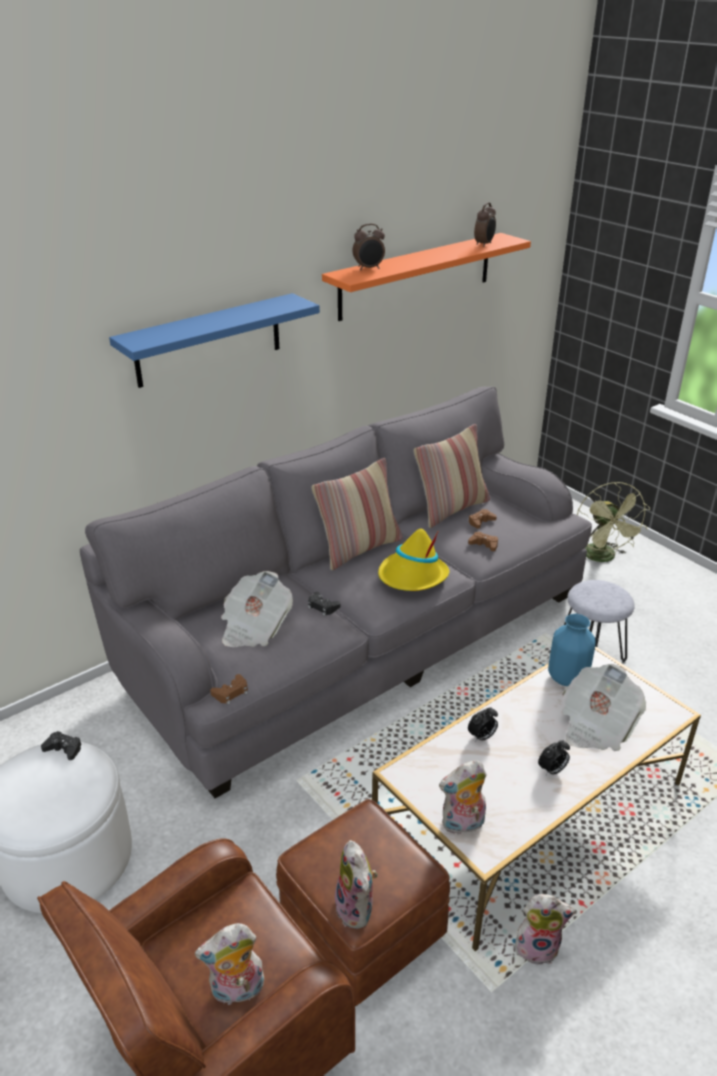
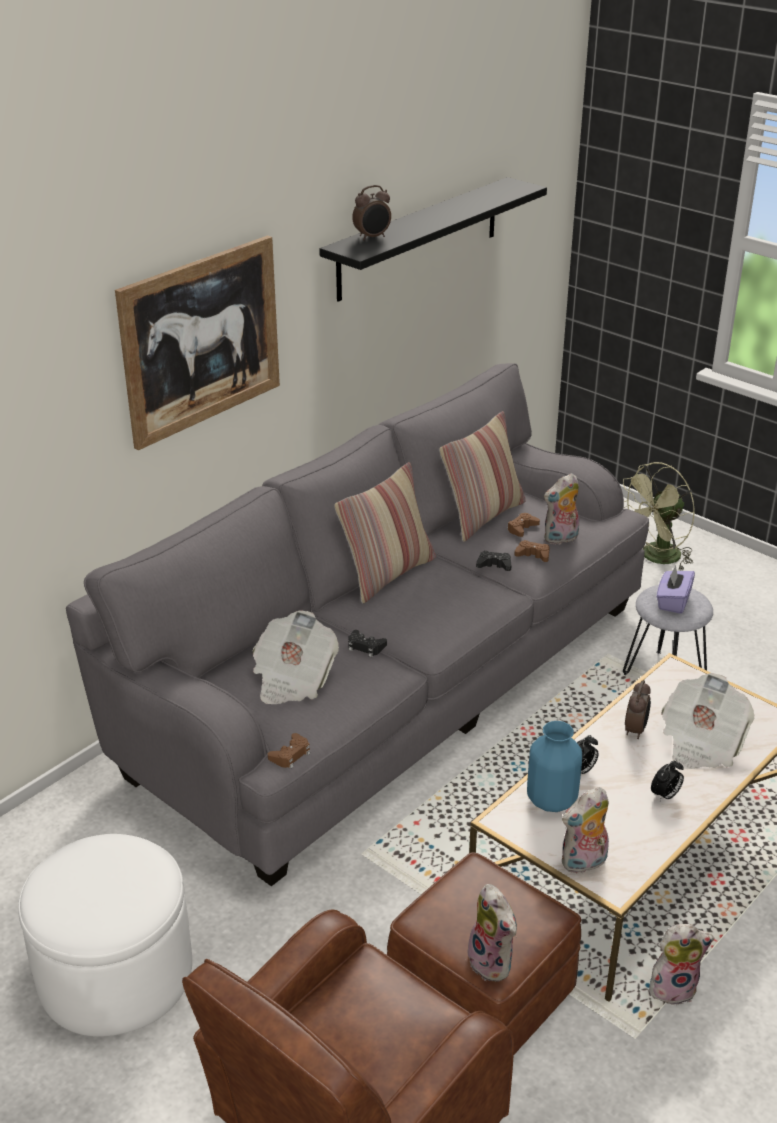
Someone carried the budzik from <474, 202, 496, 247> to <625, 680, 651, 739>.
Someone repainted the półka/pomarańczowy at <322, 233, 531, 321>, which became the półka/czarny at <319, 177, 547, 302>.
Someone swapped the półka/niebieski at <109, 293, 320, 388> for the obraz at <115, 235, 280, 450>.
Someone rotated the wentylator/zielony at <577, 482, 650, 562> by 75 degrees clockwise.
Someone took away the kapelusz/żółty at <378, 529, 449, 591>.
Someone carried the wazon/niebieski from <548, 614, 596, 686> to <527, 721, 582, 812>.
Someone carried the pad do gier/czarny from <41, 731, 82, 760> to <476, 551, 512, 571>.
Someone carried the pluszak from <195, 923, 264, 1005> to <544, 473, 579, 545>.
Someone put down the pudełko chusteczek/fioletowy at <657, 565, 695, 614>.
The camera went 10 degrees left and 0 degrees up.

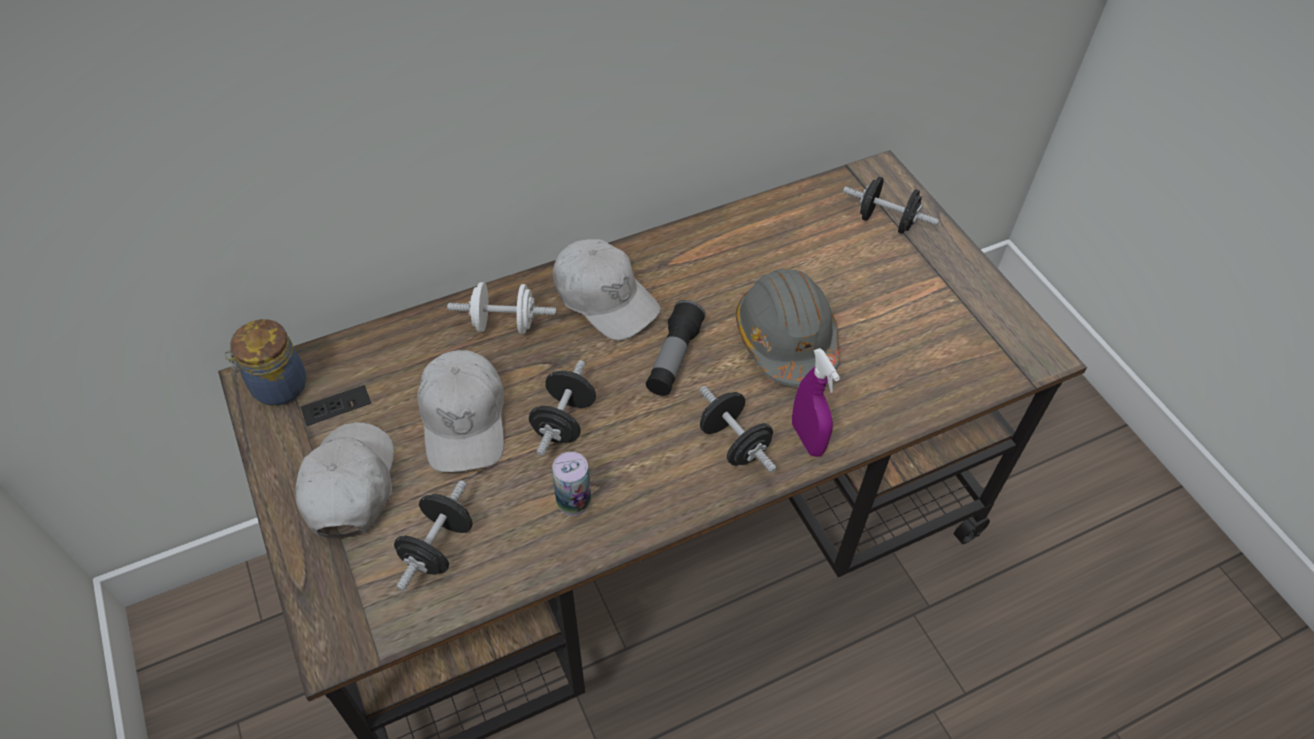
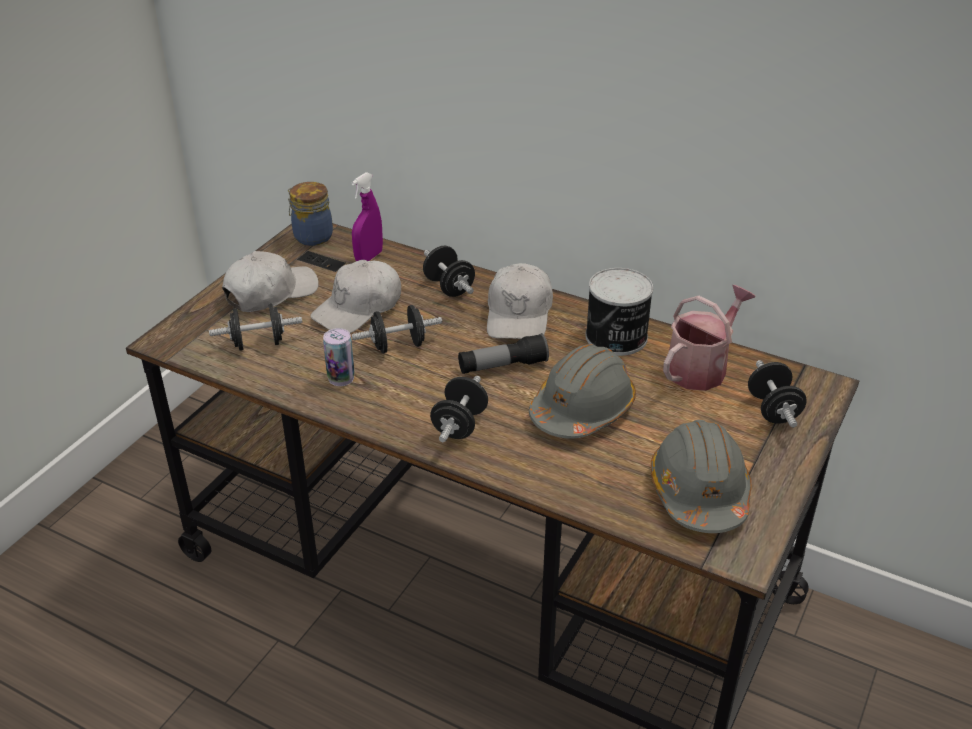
Someone repainted the hantel/biały at <447, 282, 557, 334>, which became the hantel/czarny at <423, 246, 475, 297>.
Someone carried the spryskiwacz/fioletowy from <792, 348, 840, 457> to <351, 172, 383, 261>.
Someone put down the puszka at <585, 268, 653, 356>.
Someone put down the konewka at <663, 285, 756, 391>.
Someone put down the kask/szary at <651, 420, 752, 533>.
The camera went 55 degrees right and 15 degrees down.

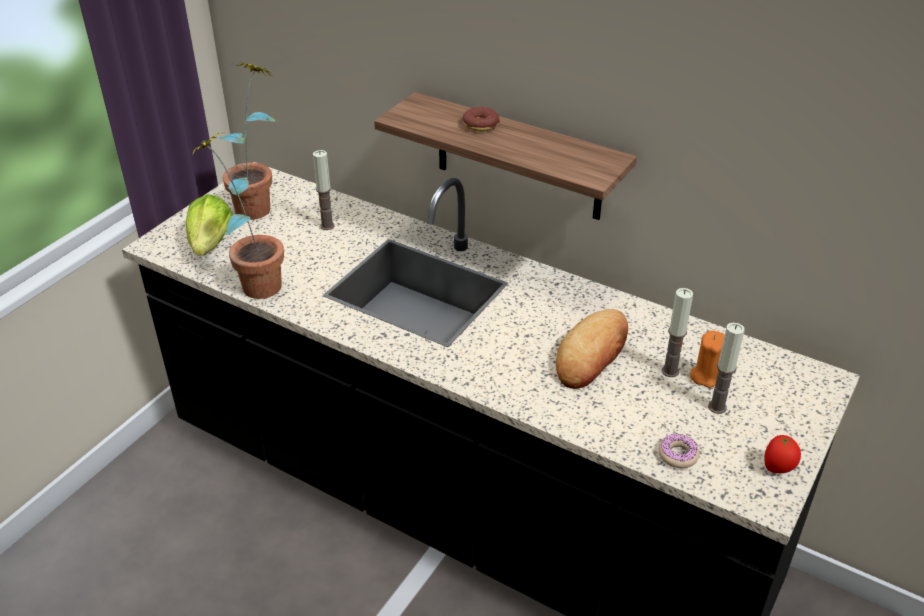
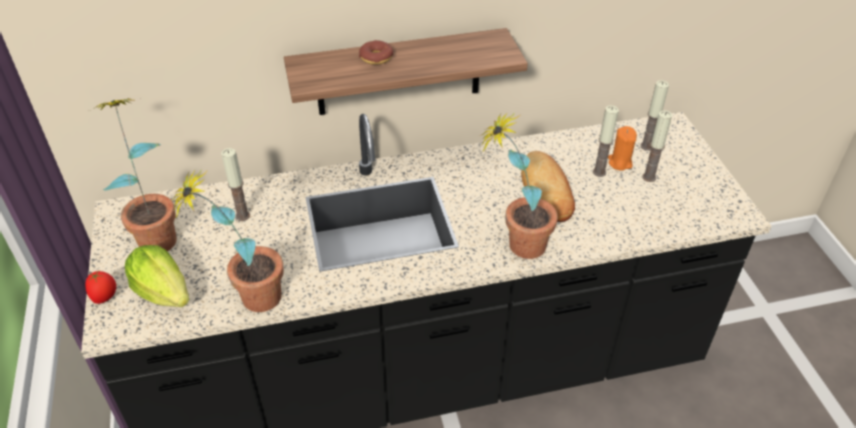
Someone took away the donut at <658, 433, 700, 468>.
Someone carried the pomidor from <764, 435, 801, 473> to <85, 271, 116, 304>.
Someone put down the świeca at <640, 80, 669, 151>.
Someone put down the roślina doniczkowa at <480, 114, 558, 259>.
The camera went 45 degrees left and 5 degrees up.

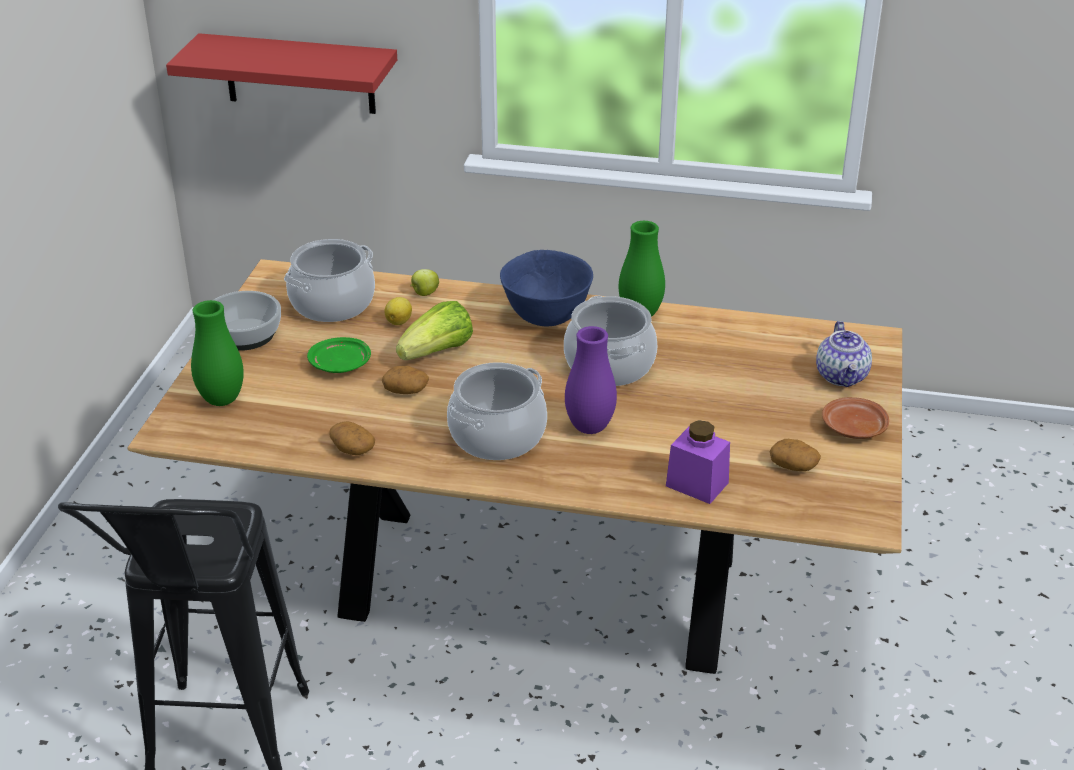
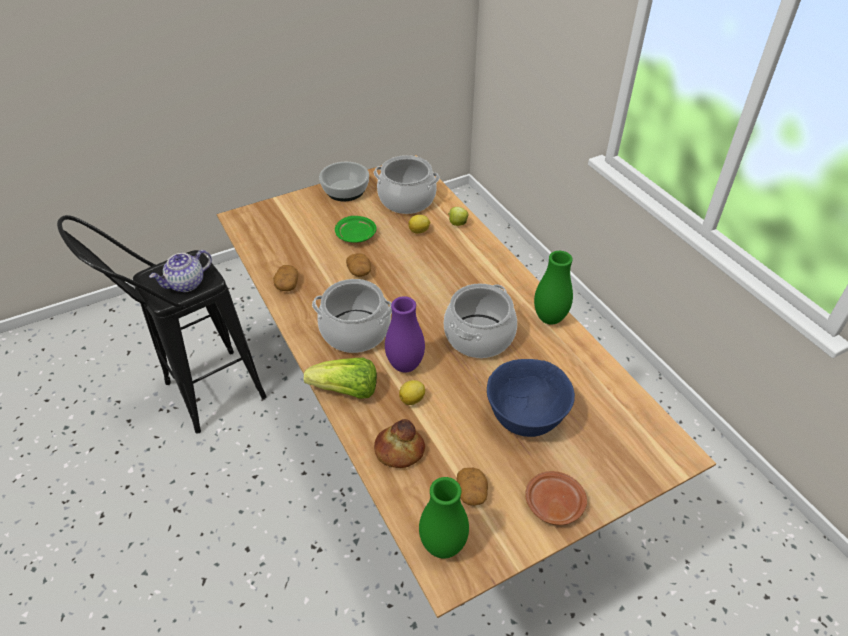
Someone took away the półka/czerwony at <166, 33, 397, 114>.
Someone carried the miska/niebieski from <500, 250, 593, 326> to <487, 359, 575, 437>.
Someone carried the wazon/zielony from <191, 300, 244, 406> to <419, 477, 469, 558>.
Someone carried the sałata from <396, 301, 473, 360> to <304, 358, 377, 399>.
Someone carried the imbryk from <816, 321, 872, 387> to <149, 250, 212, 292>.
Someone swapped the słoik/fioletowy at <666, 420, 730, 504> for the chleb at <374, 419, 425, 468>.
Someone put down the cytryna at <399, 380, 425, 405>.
The camera went 50 degrees right and 10 degrees up.

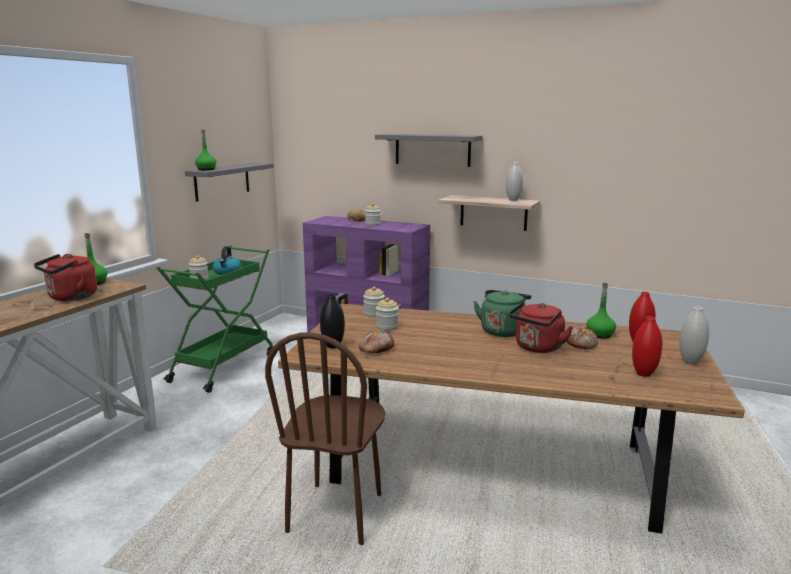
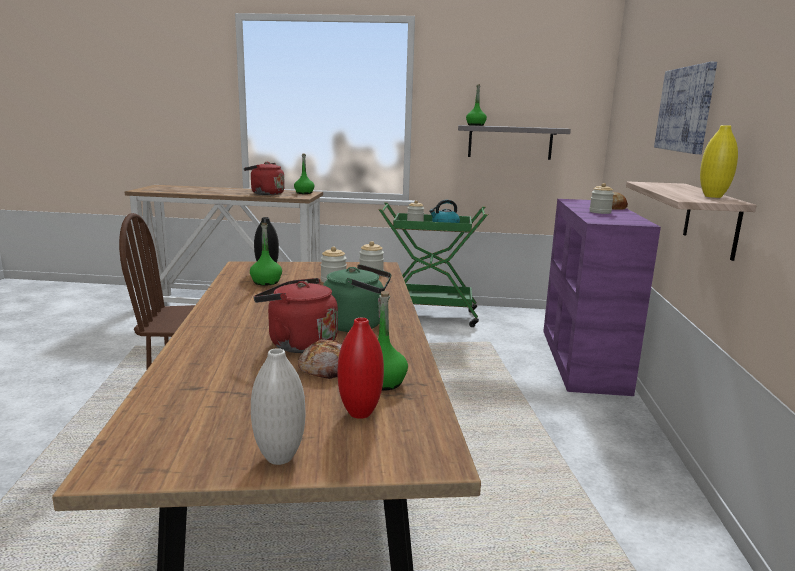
Someone swapped the półka/szary at <375, 134, 482, 167> for the obraz at <654, 62, 717, 154>.
Someone repainted the wazon/biały at <506, 162, 523, 201>, which became the wazon/żółty at <700, 125, 738, 198>.
Someone took away the wazon/czerwony at <632, 316, 663, 377>.
Someone swapped the chleb at <359, 330, 394, 353> for the butelka/zielony at <250, 223, 282, 285>.
The camera went 70 degrees right and 0 degrees up.

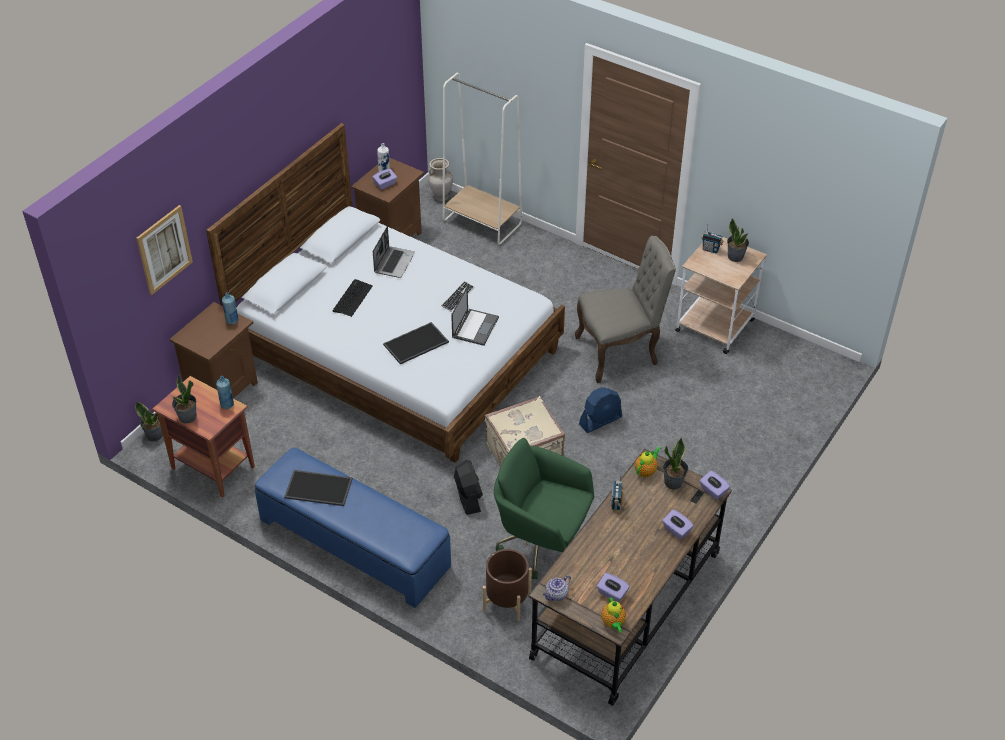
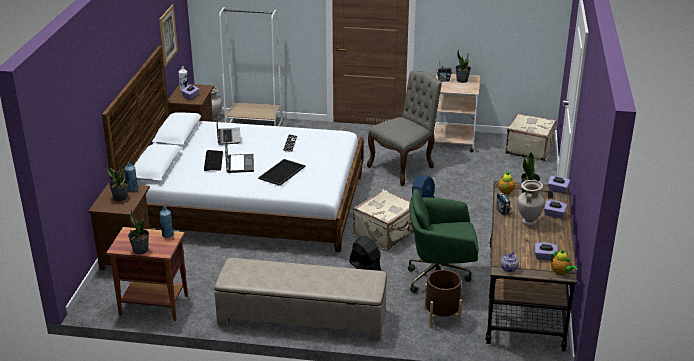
Someone carried the obraz from <136, 205, 193, 295> to <159, 5, 178, 66>.
Someone carried the laptop from <451, 286, 499, 346> to <225, 136, 254, 173>.
Someone carried the roślina doniczkowa from <135, 402, 163, 441> to <107, 163, 128, 201>.
Someone repainted the ławka/niebieski at <255, 448, 451, 608>, which became the ławka/beżowy at <214, 258, 387, 341>.
Someone took away the taca at <284, 470, 353, 506>.
Someone put down the walizka/beżowy at <505, 113, 557, 161>.
Someone put down the wazon/beżowy at <518, 180, 545, 226>.
The camera went 25 degrees left and 15 degrees down.

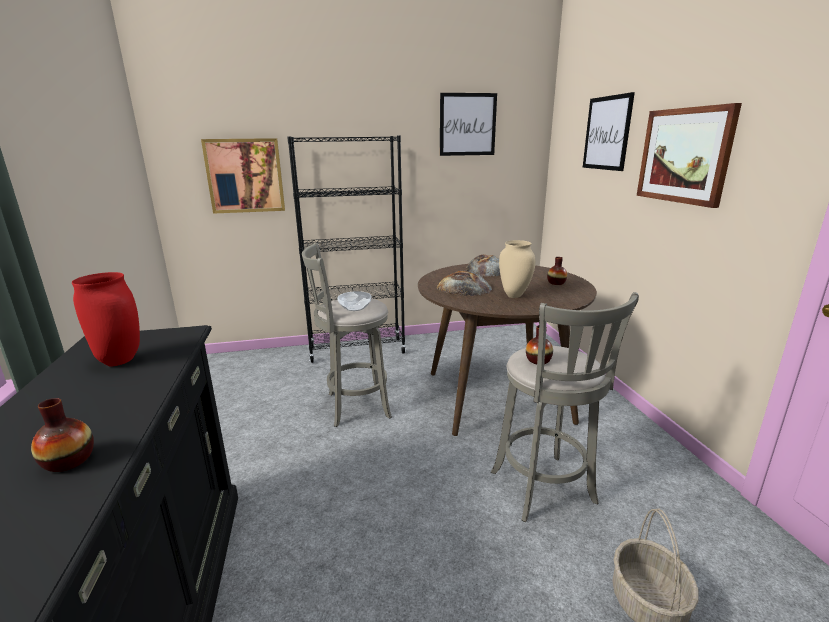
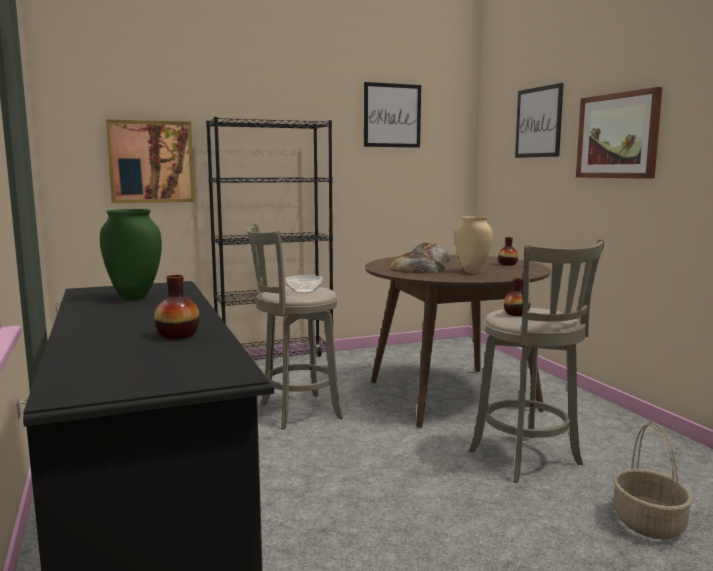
Someone repainted the wazon/czerwony at <72, 272, 140, 366>, which became the wazon/zielony at <100, 209, 162, 301>.
The camera went 10 degrees left and 10 degrees down.

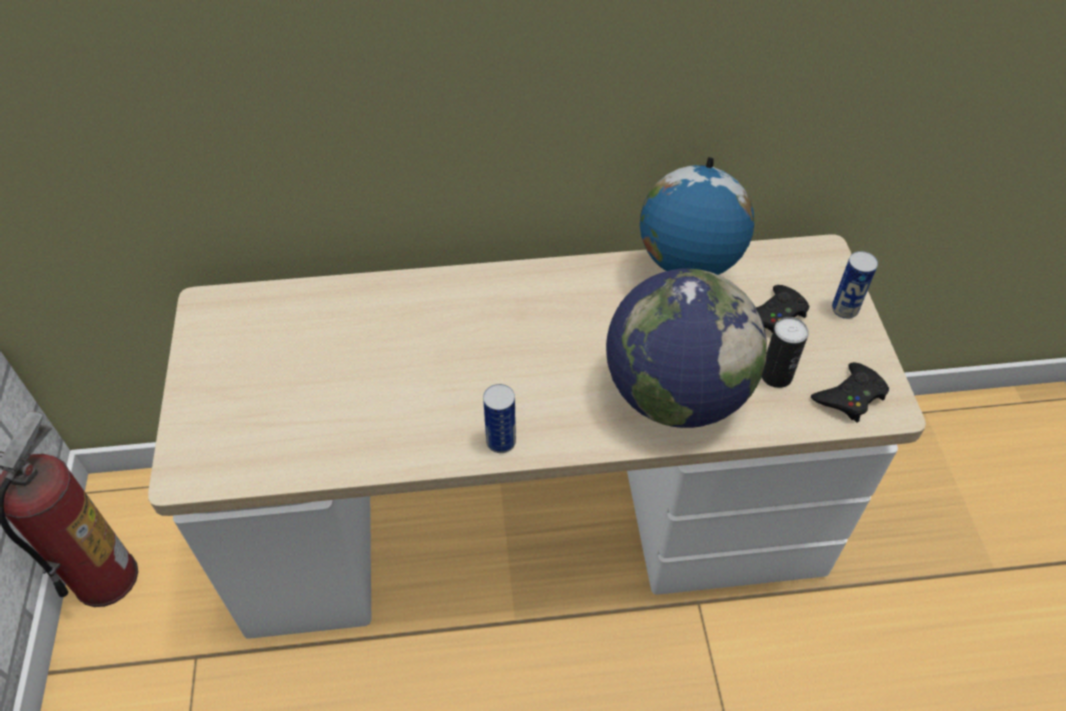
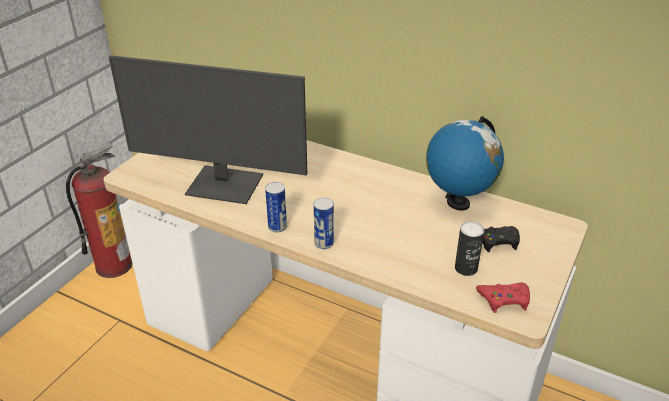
Someone carried the puszka from <832, 251, 878, 319> to <314, 197, 334, 249>.
Someone took away the globus at <606, 268, 767, 428>.
Someone repainted the pad do gier/czarny at <811, 362, 889, 423>, which became the pad do gier/czerwony at <476, 282, 530, 313>.
Someone put down the monitor at <109, 56, 307, 204>.
The camera went 35 degrees right and 15 degrees down.

